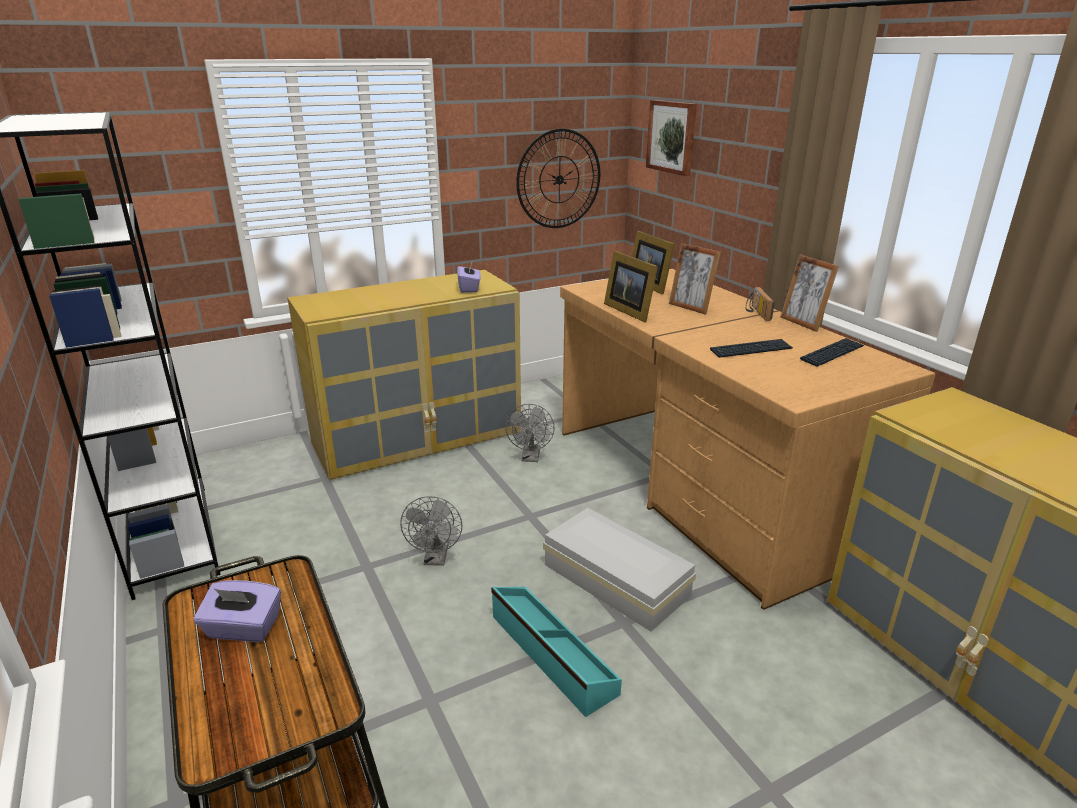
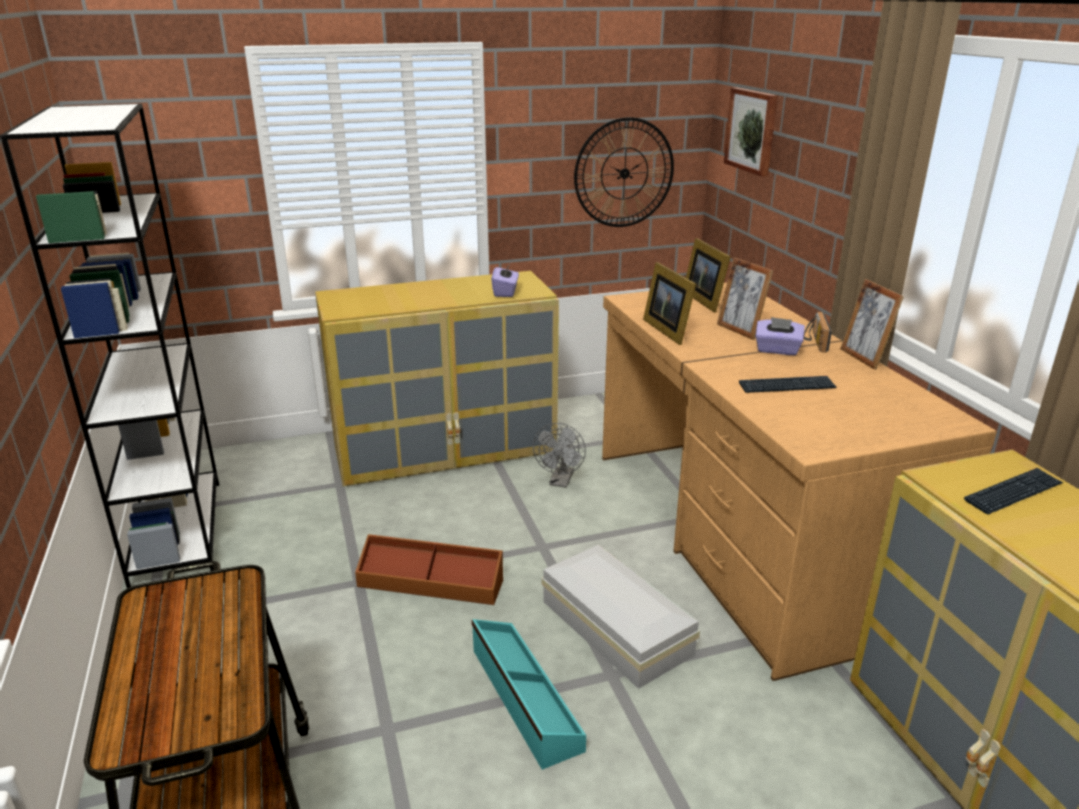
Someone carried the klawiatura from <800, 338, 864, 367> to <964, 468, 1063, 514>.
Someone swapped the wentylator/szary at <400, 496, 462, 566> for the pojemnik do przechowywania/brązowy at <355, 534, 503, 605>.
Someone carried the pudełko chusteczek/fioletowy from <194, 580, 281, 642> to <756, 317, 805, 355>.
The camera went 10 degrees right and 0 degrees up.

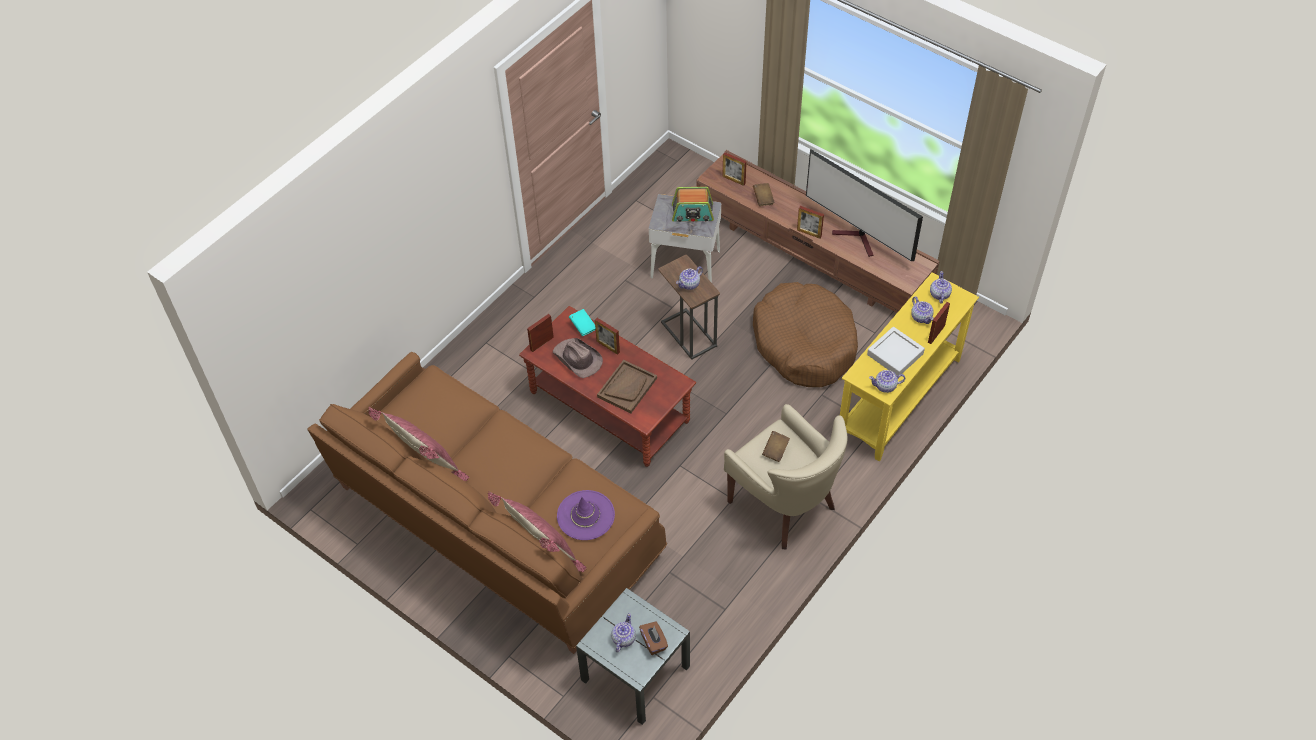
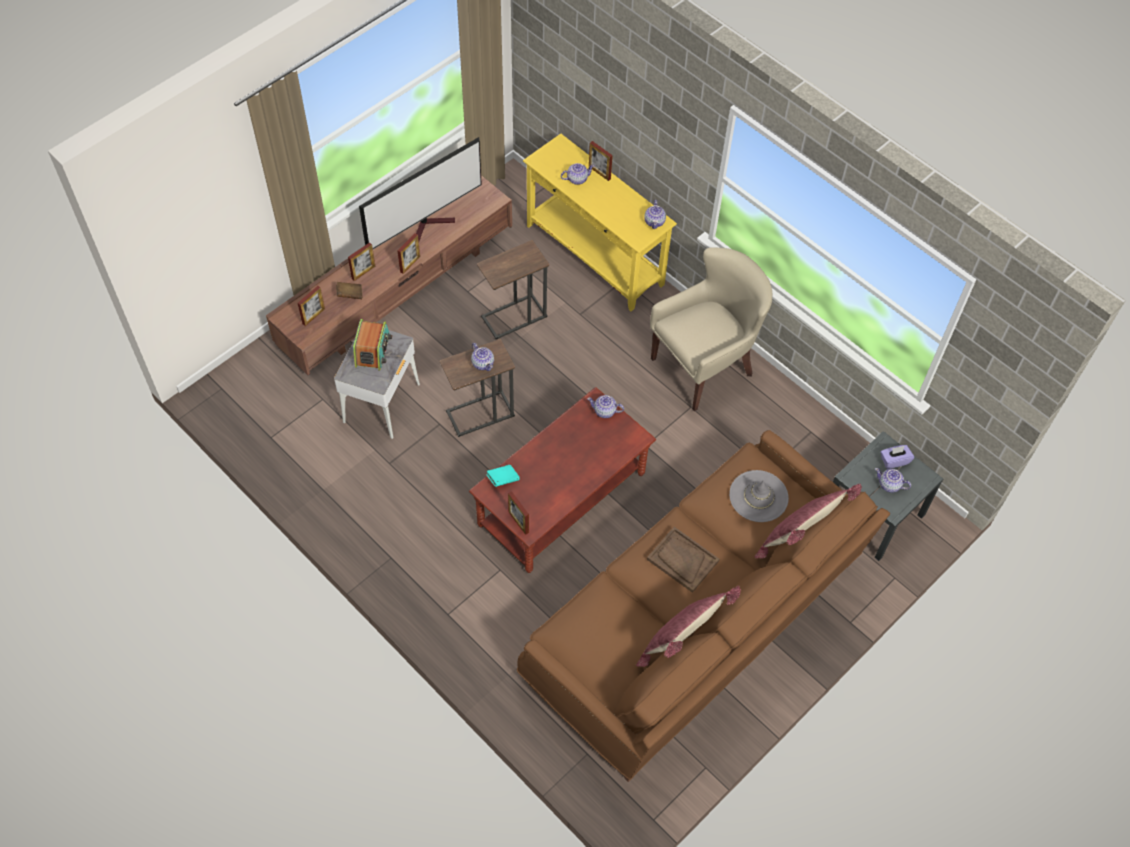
Someone carried the imbryk from <930, 271, 952, 304> to <587, 395, 624, 418>.
Someone swapped the legowisko/brązowy at <753, 282, 858, 387> for the stolik/brązowy at <477, 240, 549, 340>.
Someone carried the ramka na zdjęcie from <595, 318, 620, 355> to <348, 242, 375, 281>.
Someone took away the taca/szary at <867, 327, 925, 376>.
Someone took away the kapelusz/brązowy at <553, 338, 603, 378>.
Someone carried the taca/brązowy from <597, 360, 657, 413> to <647, 527, 719, 593>.
Someone took away the książka/brązowy at <762, 431, 790, 462>.
Someone repainted the kapelusz/fioletowy at <557, 490, 615, 540>, which became the kapelusz/szary at <729, 470, 789, 522>.
Someone repainted the pudełko chusteczek/brązowy at <639, 621, 668, 655>, which became the pudełko chusteczek/fioletowy at <881, 445, 914, 469>.
The camera went 85 degrees left and 5 degrees up.

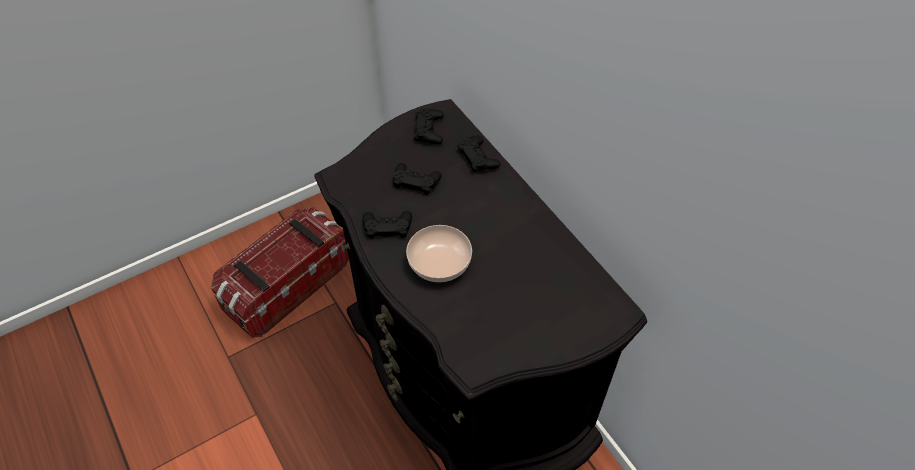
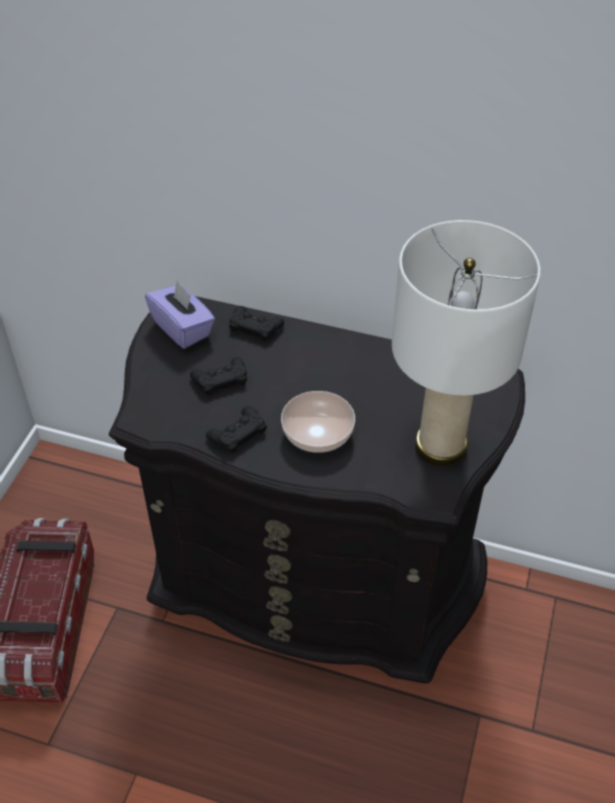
Someone swapped the pad do gier/czarny at <414, 108, 444, 144> for the pudełko chusteczek/fioletowy at <145, 281, 215, 349>.
Someone put down the lampa stołowa/biały at <392, 220, 541, 467>.
The camera went 40 degrees left and 5 degrees down.

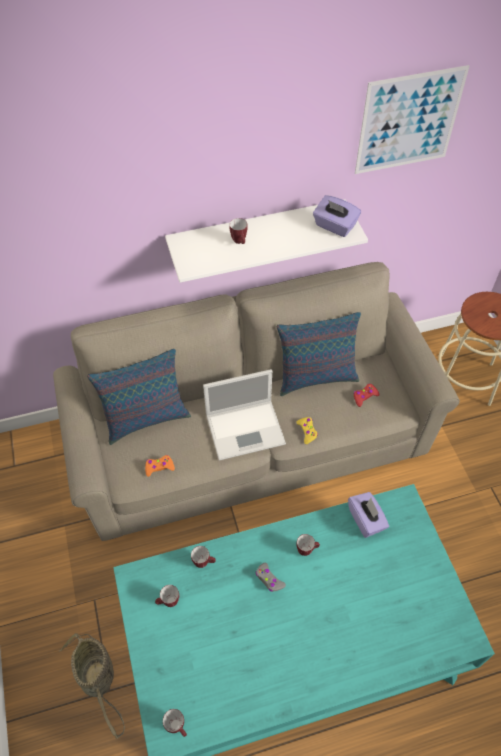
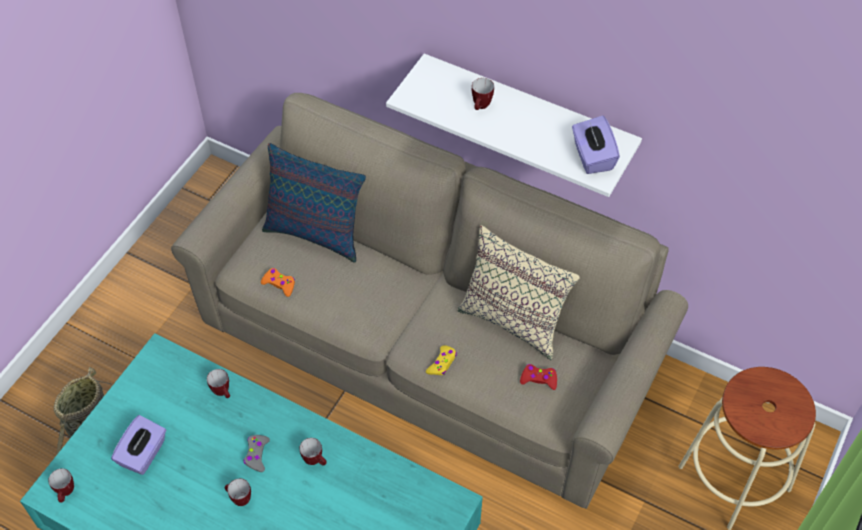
Someone took away the obraz at <355, 65, 469, 174>.
Someone repainted the poduszka/niebieski at <277, 312, 361, 396>, which became the poduszka/beżowy at <457, 226, 580, 360>.
Someone took away the laptop at <203, 369, 286, 461>.
Someone carried the pudełko chusteczek/fioletowy from <348, 492, 389, 538> to <111, 415, 166, 475>.
Someone carried the kubek from <155, 585, 179, 607> to <225, 479, 251, 506>.
The camera went 45 degrees right and 0 degrees up.

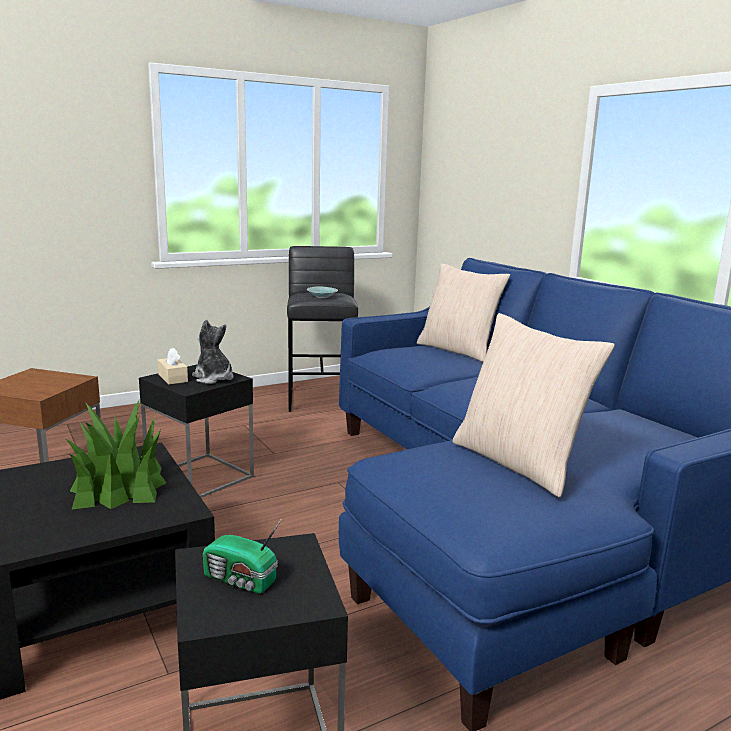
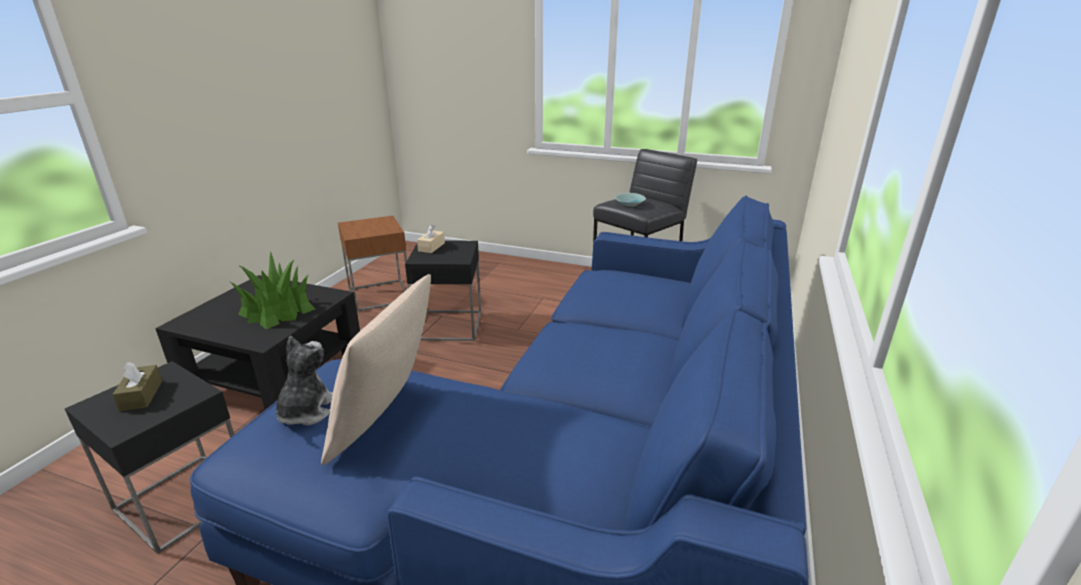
Someone took away the poduszka/beżowy at <417, 263, 510, 362>.
Someone carried the pluszak from <192, 319, 234, 384> to <276, 336, 333, 426>.
Someone swapped the radio at <203, 518, 282, 593> for the pudełko chusteczek/brązowy at <112, 362, 162, 411>.
The camera went 50 degrees right and 10 degrees up.

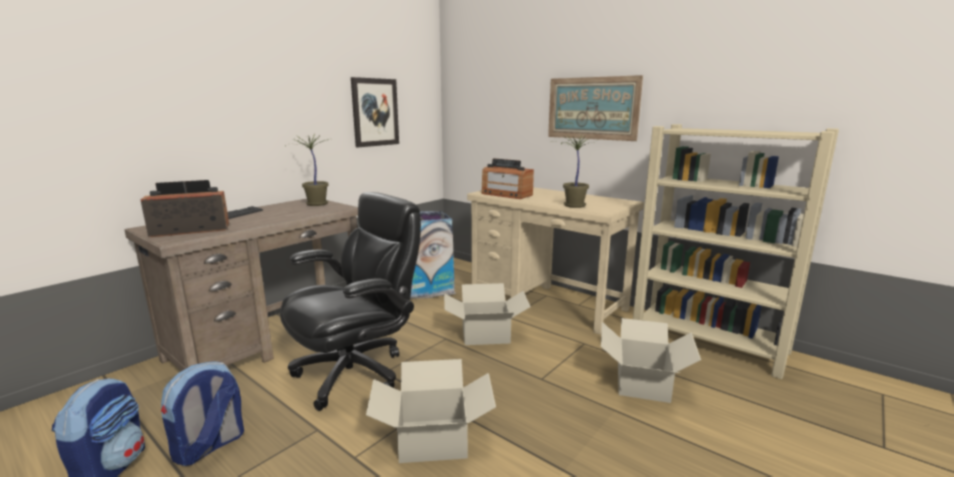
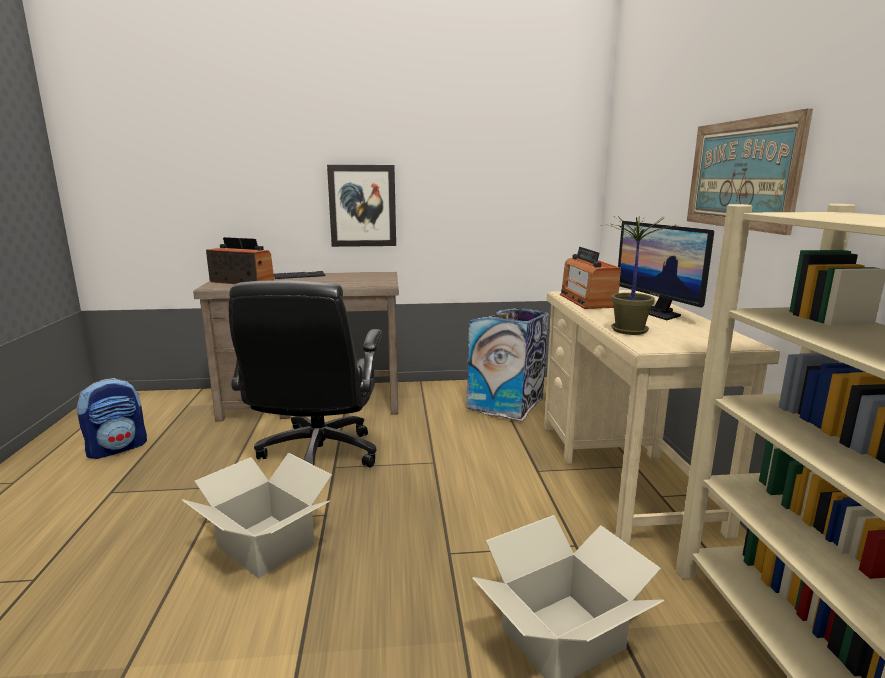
Someone carried the obraz from <351, 77, 399, 148> to <327, 165, 396, 247>.
Someone took away the roślina doniczkowa at <291, 133, 332, 206>.
Someone rotated the krzesło biurowe/czarny at <280, 192, 421, 411> by 90 degrees clockwise.
Someone took away the karton at <444, 283, 531, 345>.
Someone took away the plecak at <161, 361, 244, 466>.
Someone put down the monitor at <618, 221, 714, 320>.
The camera went 45 degrees right and 0 degrees up.

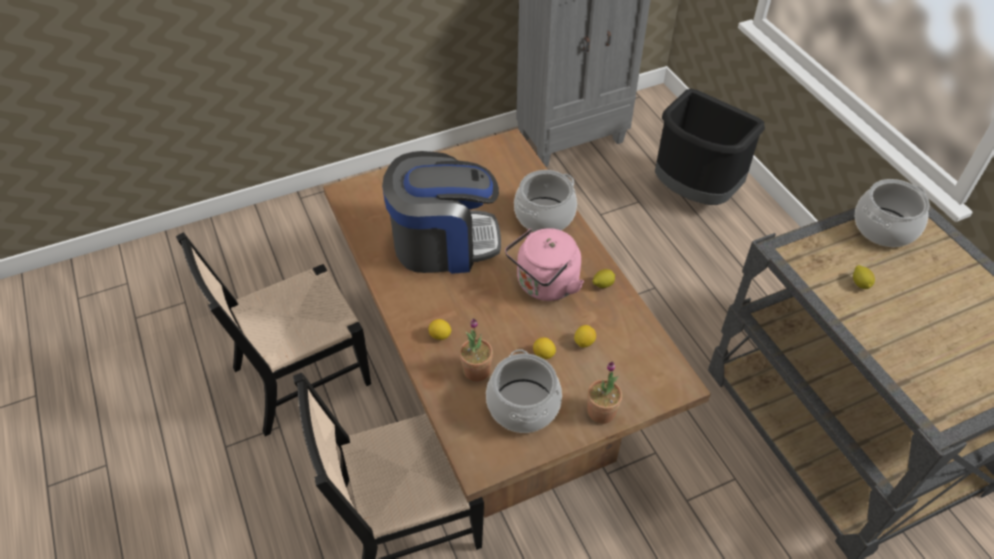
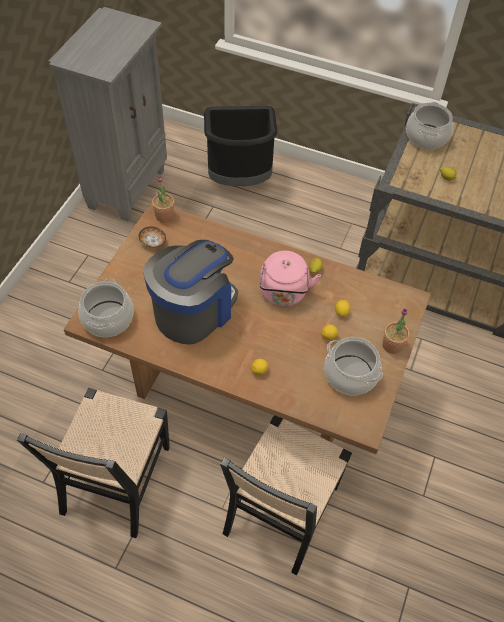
Someone carried the garnek from <514, 170, 577, 232> to <78, 279, 134, 337>.
Someone carried the roślina doniczkowa from <459, 318, 493, 381> to <152, 176, 174, 223>.
Someone put down the miska at <139, 226, 166, 248>.
The camera went 45 degrees left and 5 degrees up.

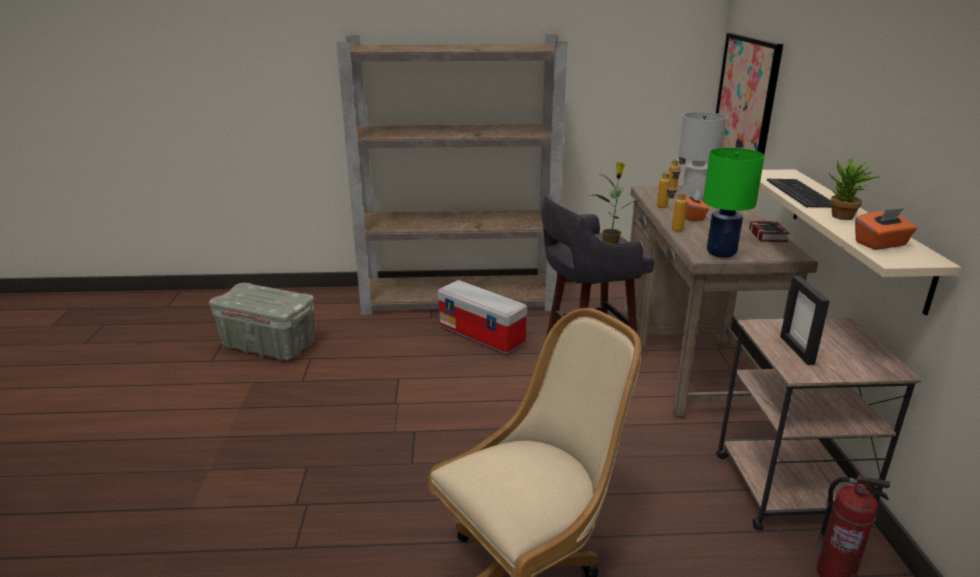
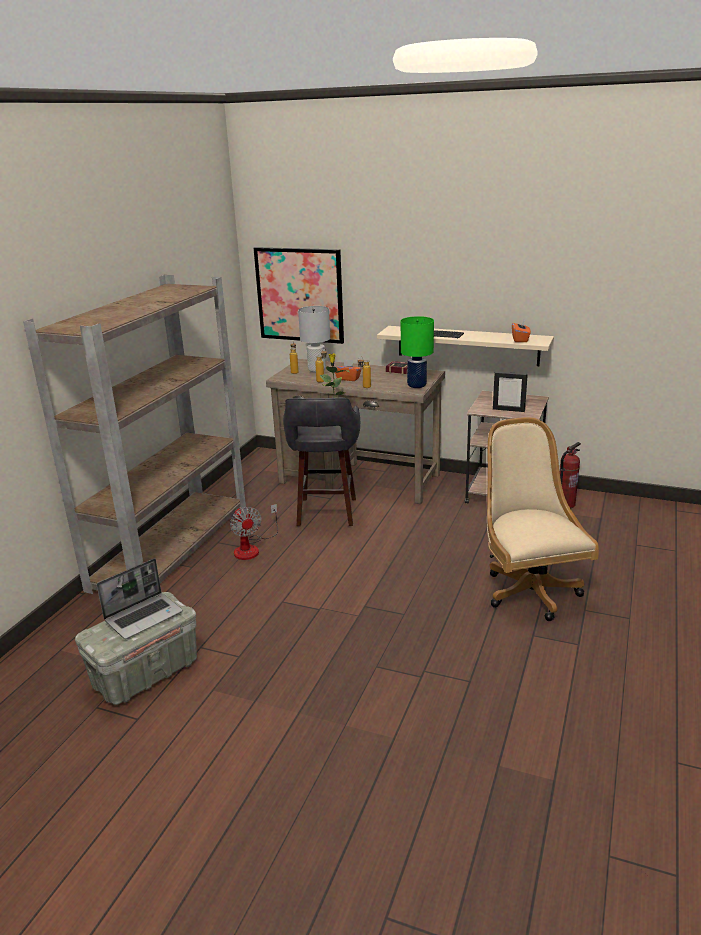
Someone took away the roślina doniczkowa at <829, 156, 879, 220>.
Someone swapped the pojemnik do przechowywania at <438, 280, 527, 355> for the wentylator at <230, 504, 278, 560>.
Someone put down the laptop at <97, 558, 183, 639>.
The camera went 65 degrees left and 0 degrees up.

